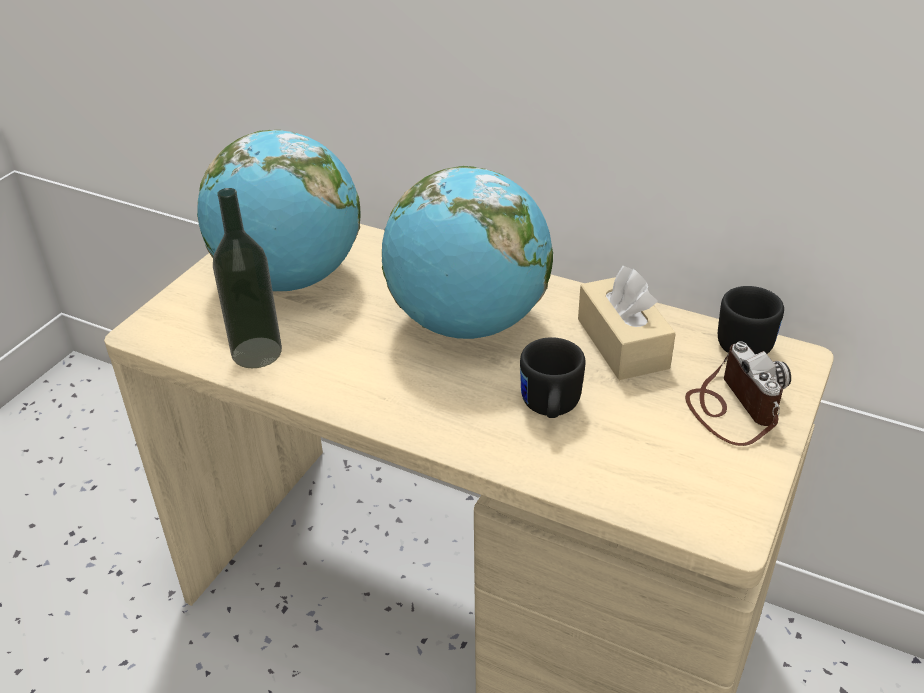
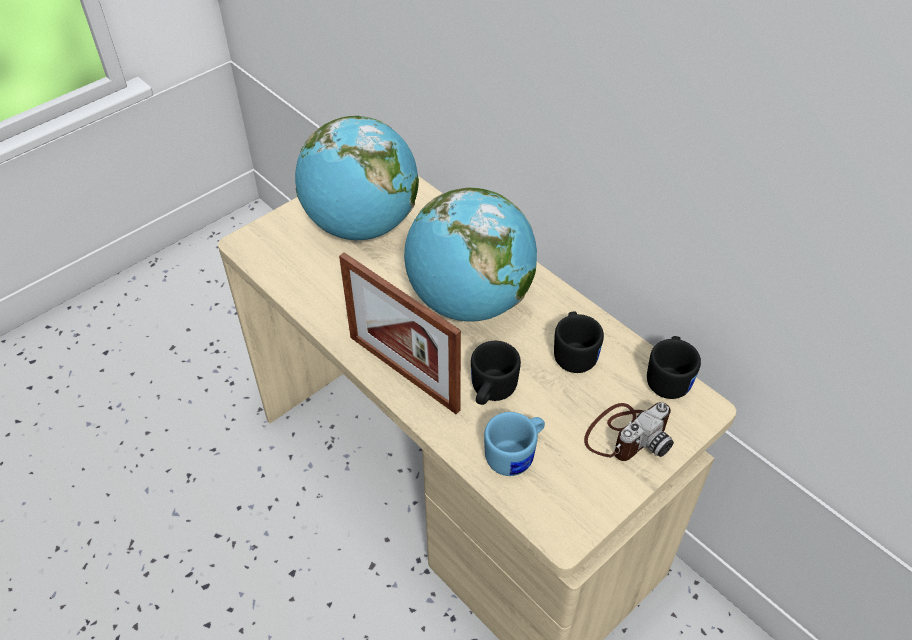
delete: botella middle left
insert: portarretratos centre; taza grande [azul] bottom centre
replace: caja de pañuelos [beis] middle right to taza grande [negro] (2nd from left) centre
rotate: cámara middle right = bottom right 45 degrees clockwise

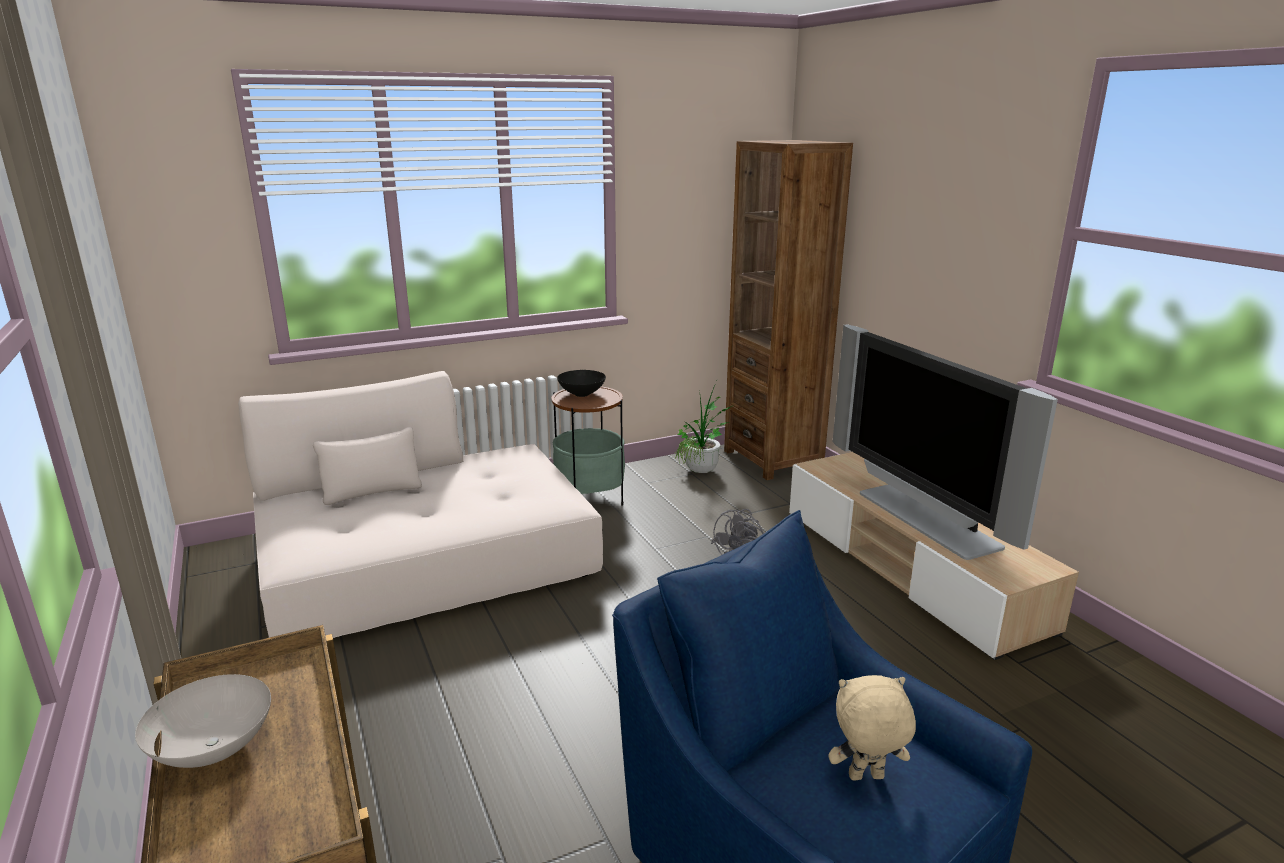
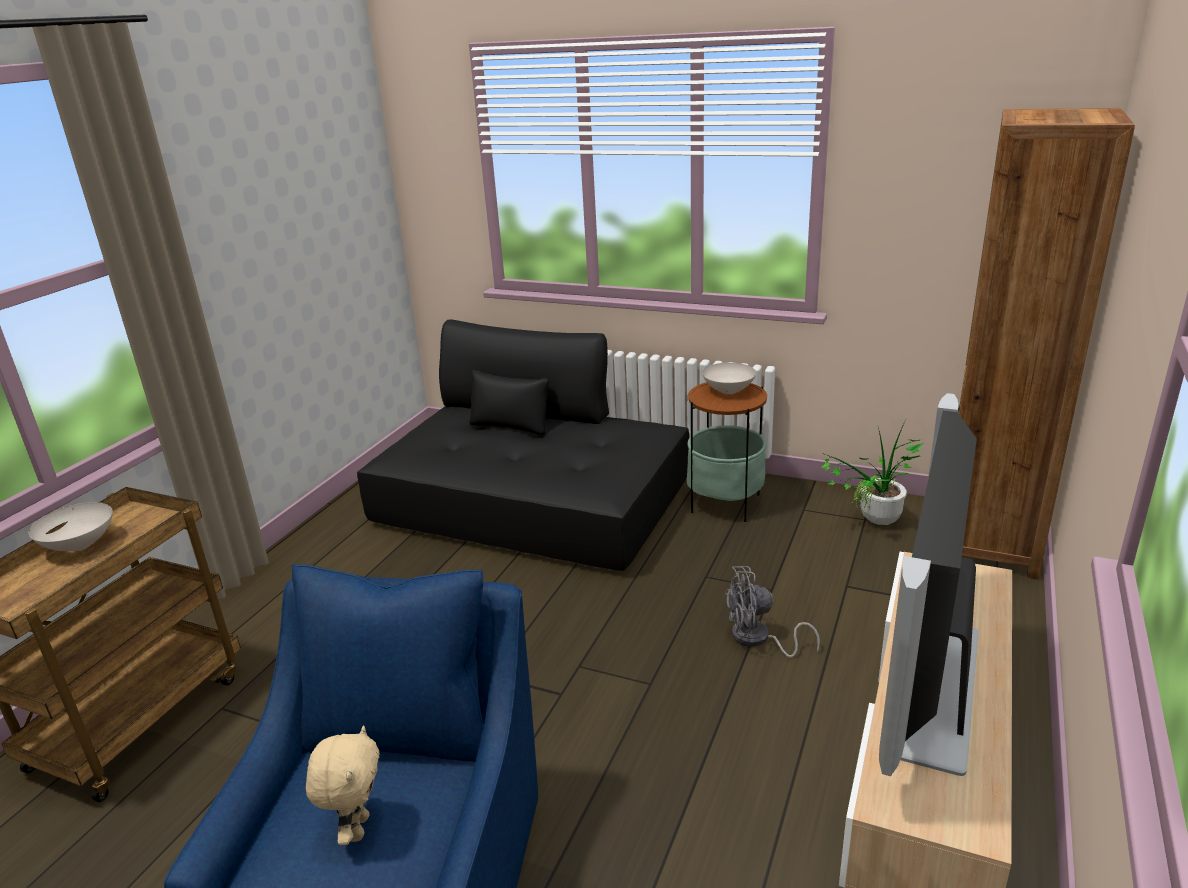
recolor: sofá [beis] middle left to sofá [negro] centre; cuenco [negro] centre to cuenco [blanco] (2nd from left) centre
rotate: peluche [beis] bottom right = bottom left 45 degrees clockwise

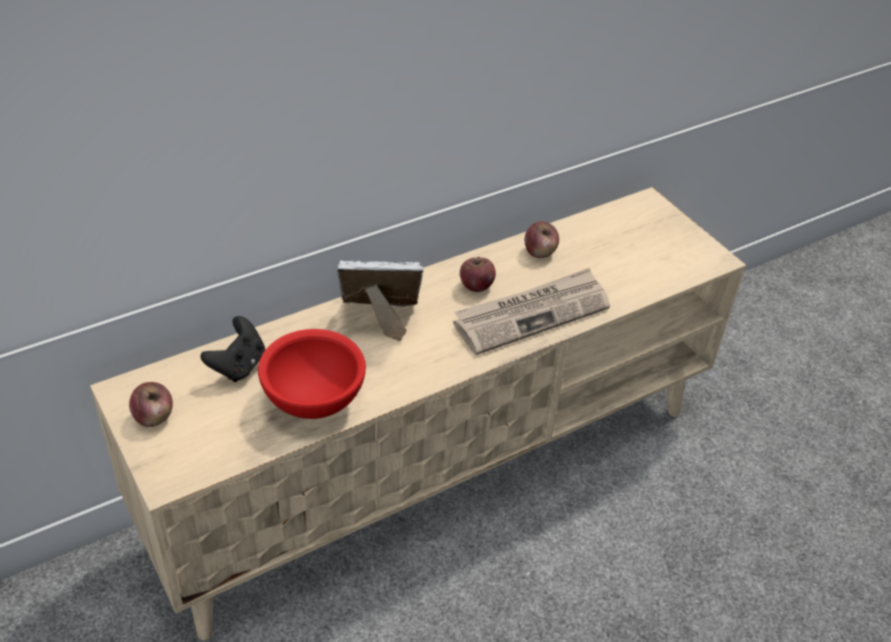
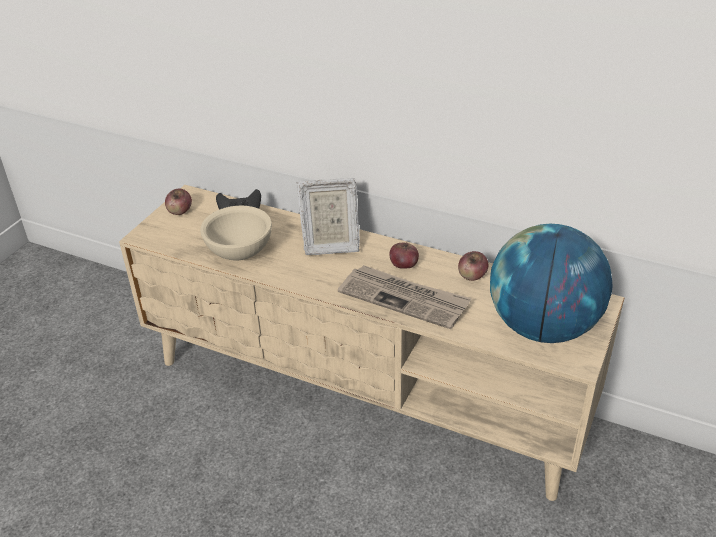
insert: globo terráqueo middle right
recolor: cuenco [rojo] centre to cuenco [beis] middle left
rotate: portarretratos centre = centre 120 degrees clockwise

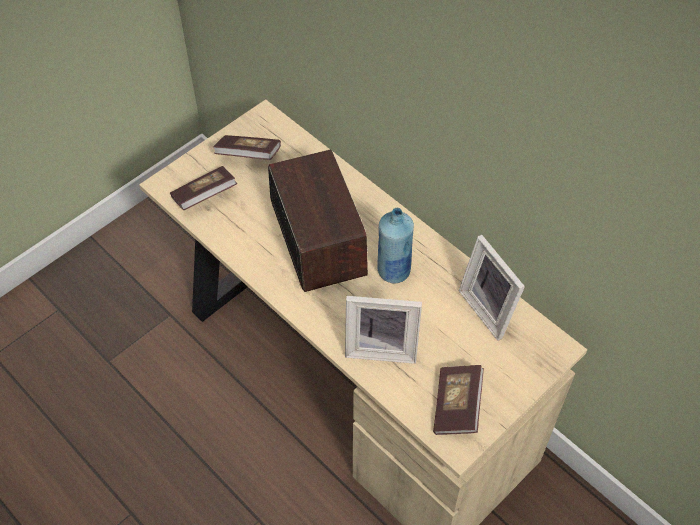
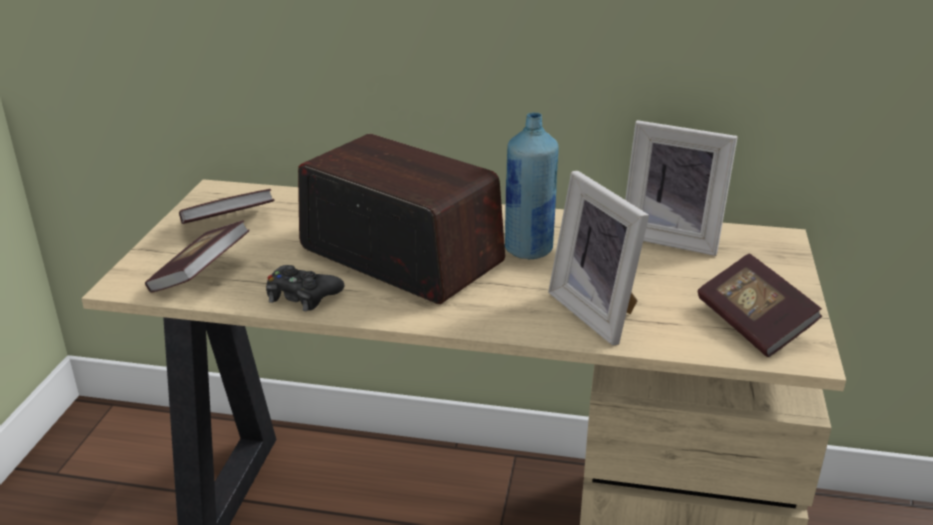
insert: mando de consola [negro] middle left
rotate: portarretratos (1st from left) centre = centre 90 degrees clockwise

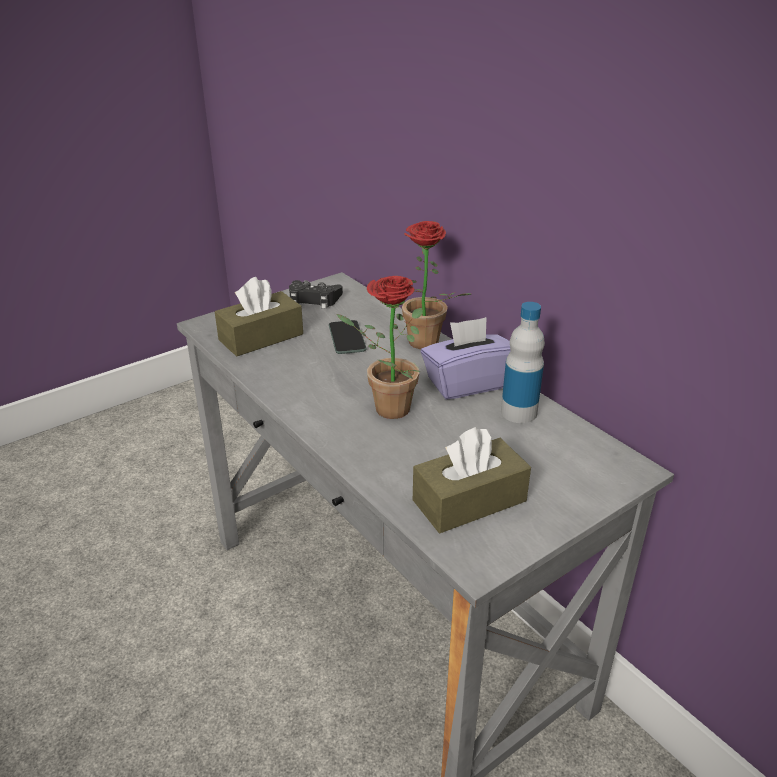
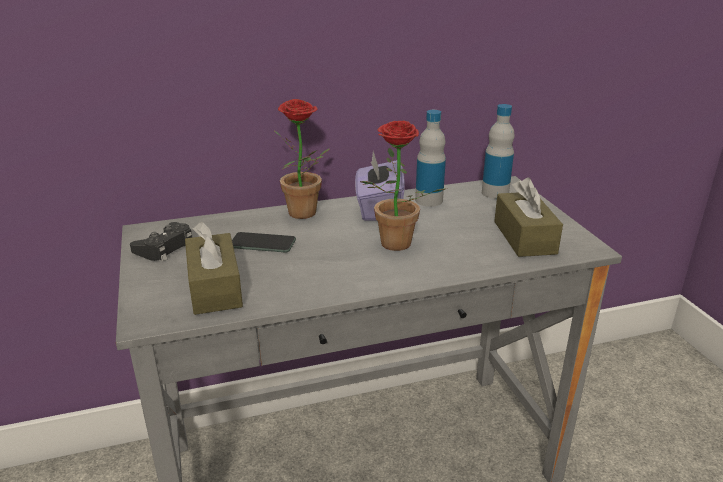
insert: botella (2nd from left) top right

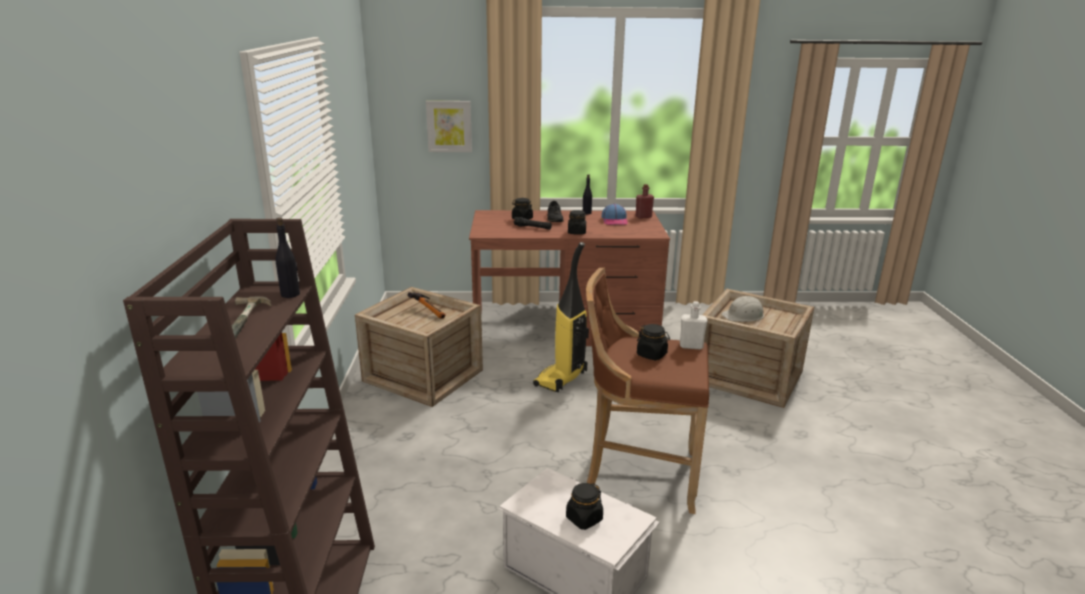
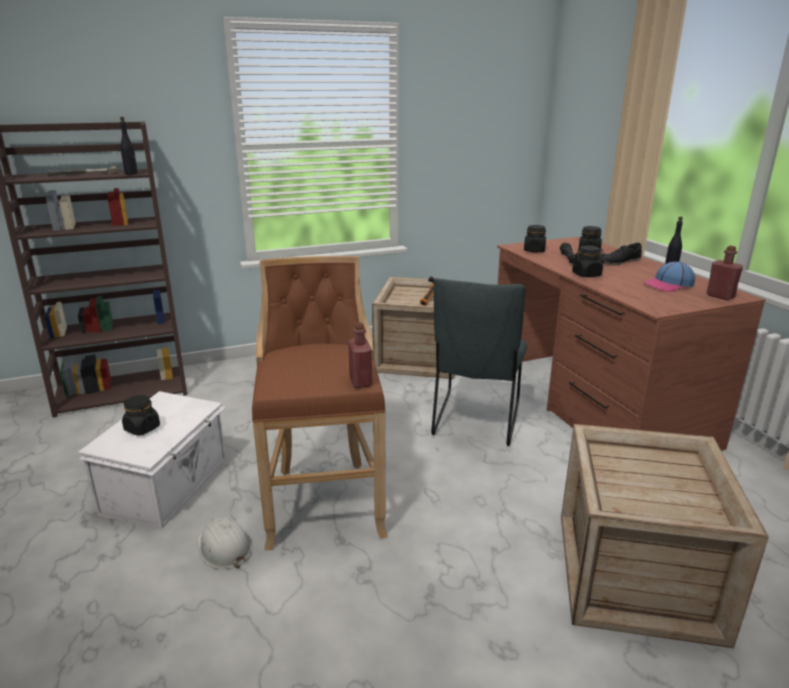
delete: cuadro top centre
move: casco [blanco] middle right to bottom left; tarro [negro] (4th from left in the first image) centre to tarro [negro] (2nd from left) middle right
replace: aspiradora centre to silla [gris] centre
recolor: botella [blanco] centre to botella [rojo] (1st from left) centre

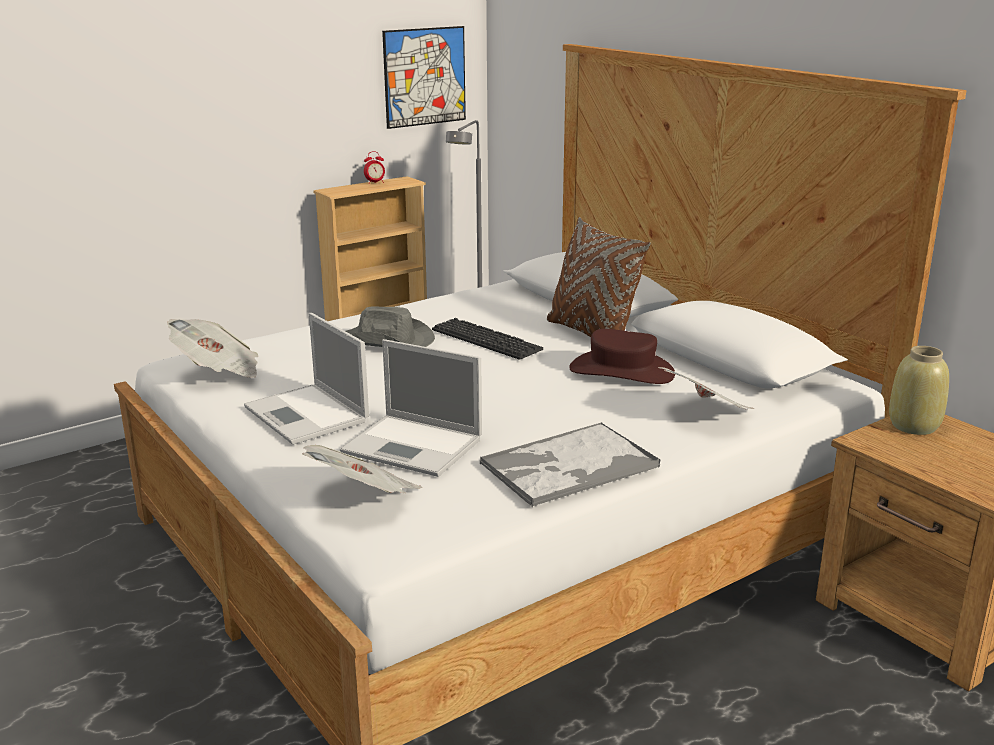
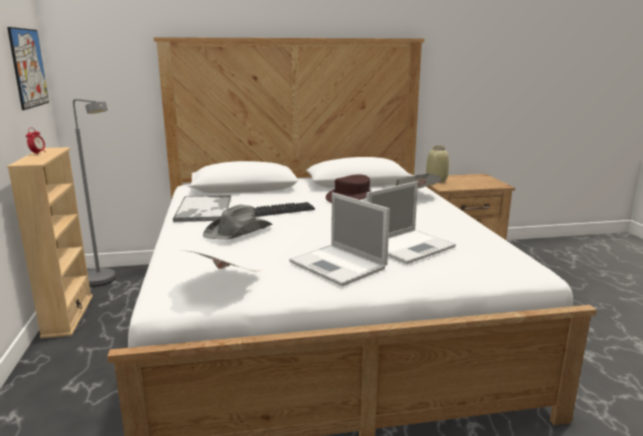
delete: periódico (2nd from left) centre; cojín [marrón] centre
move: bandeja centre to middle left
rotate: portátil (1st from left) middle left = centre 60 degrees clockwise

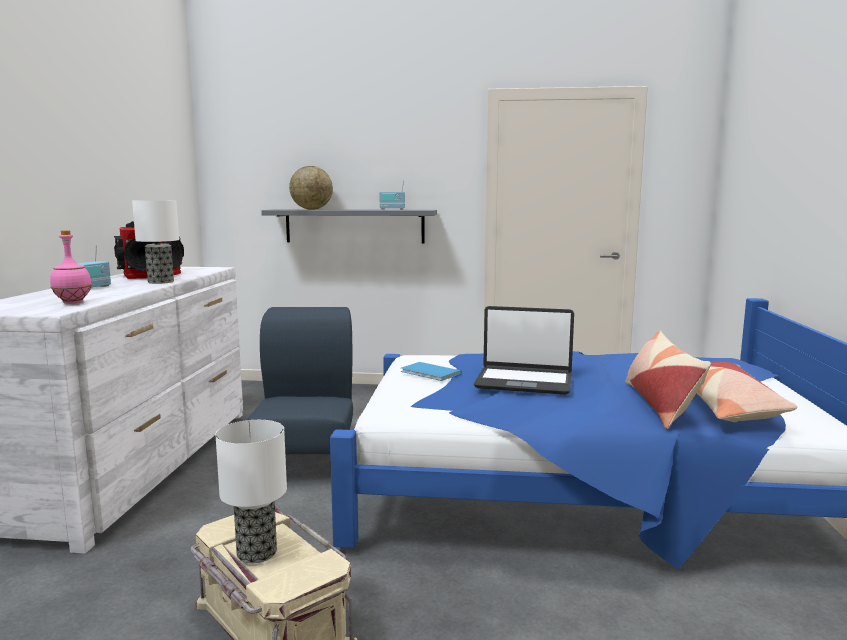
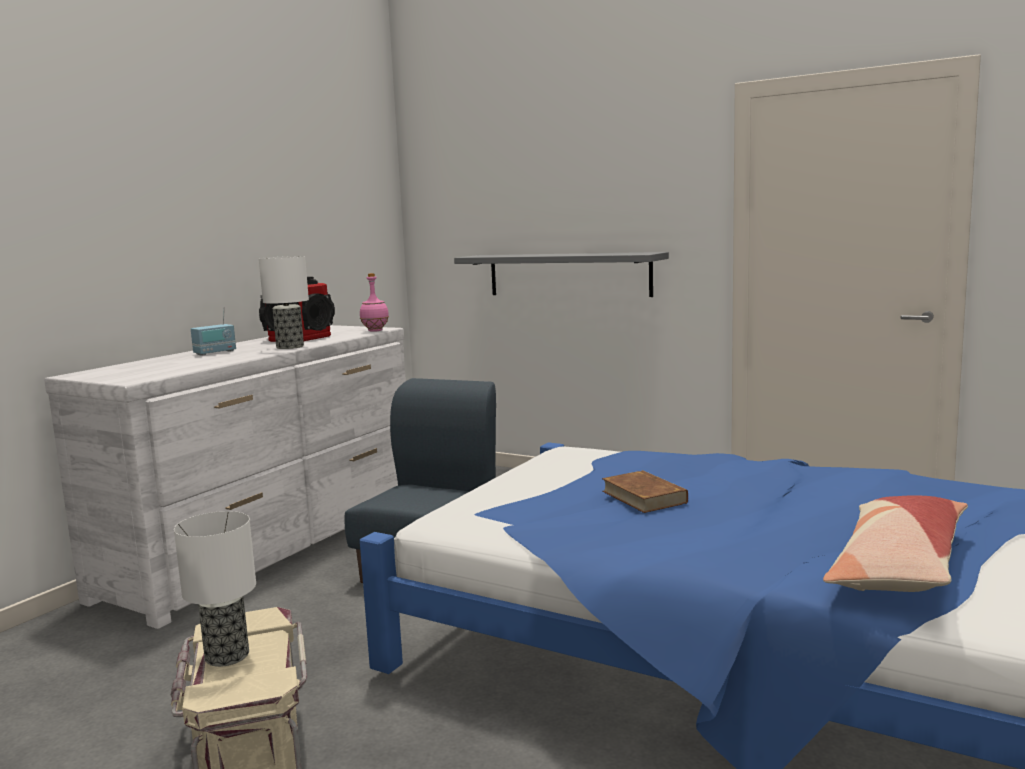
delete: globo terráqueo top centre; radio (2nd from left) top centre; libro [azul] centre; cojín (1st from left) middle right
move: botella [rosa] middle left to centre
replace: portátil centre to libro [marrón] centre

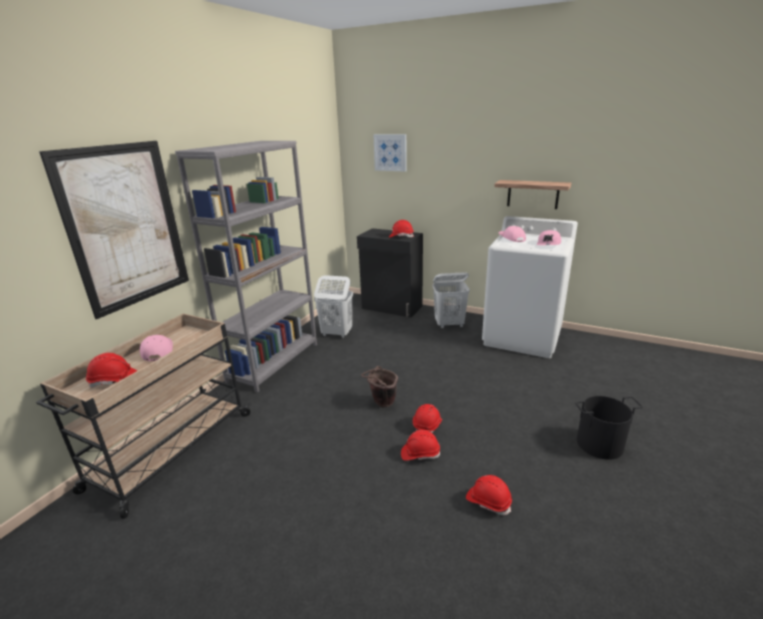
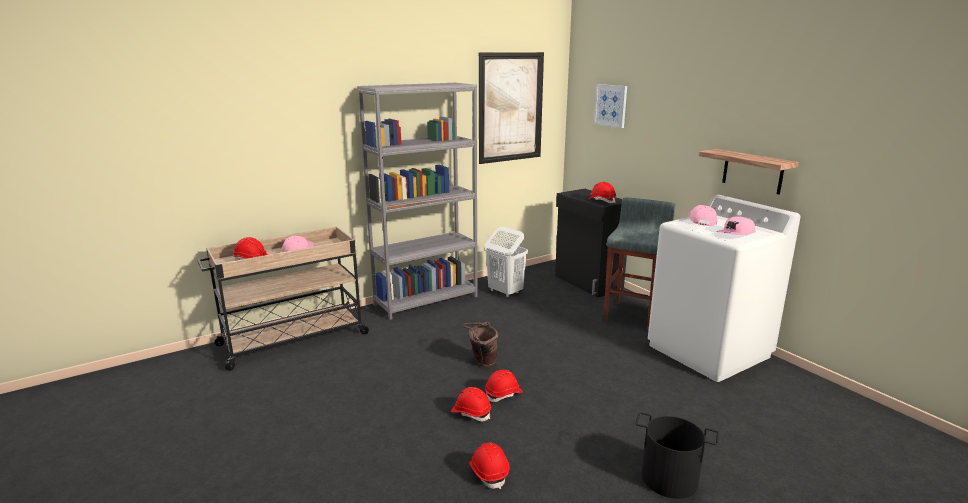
move: cuadro (1st from left) middle left to top centre
replace: cesto de la ropa [blanco] (2nd from left) centre to taburete [gris] centre

